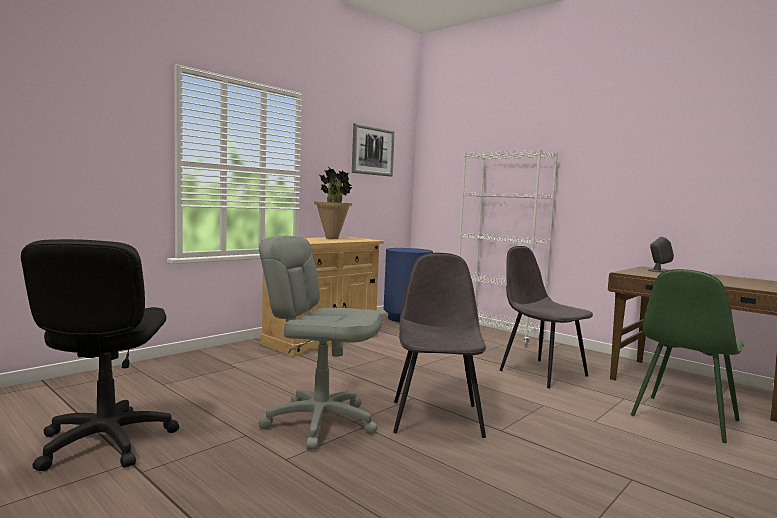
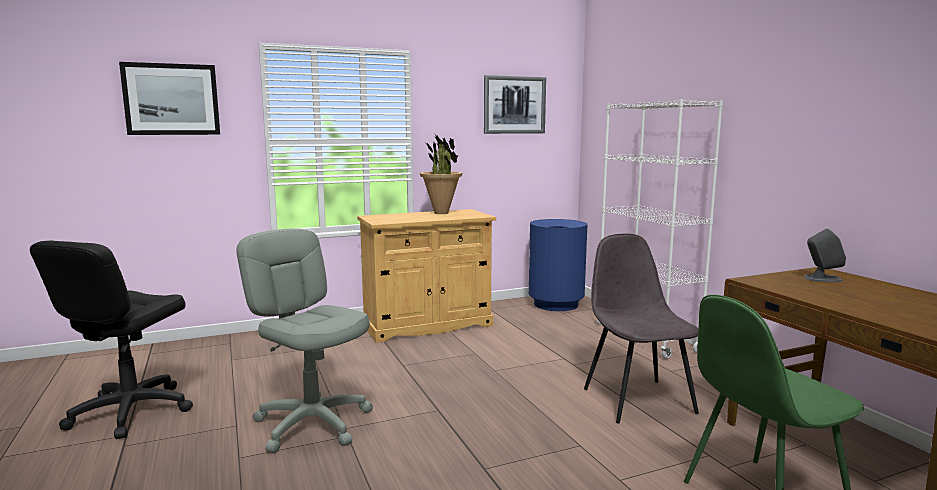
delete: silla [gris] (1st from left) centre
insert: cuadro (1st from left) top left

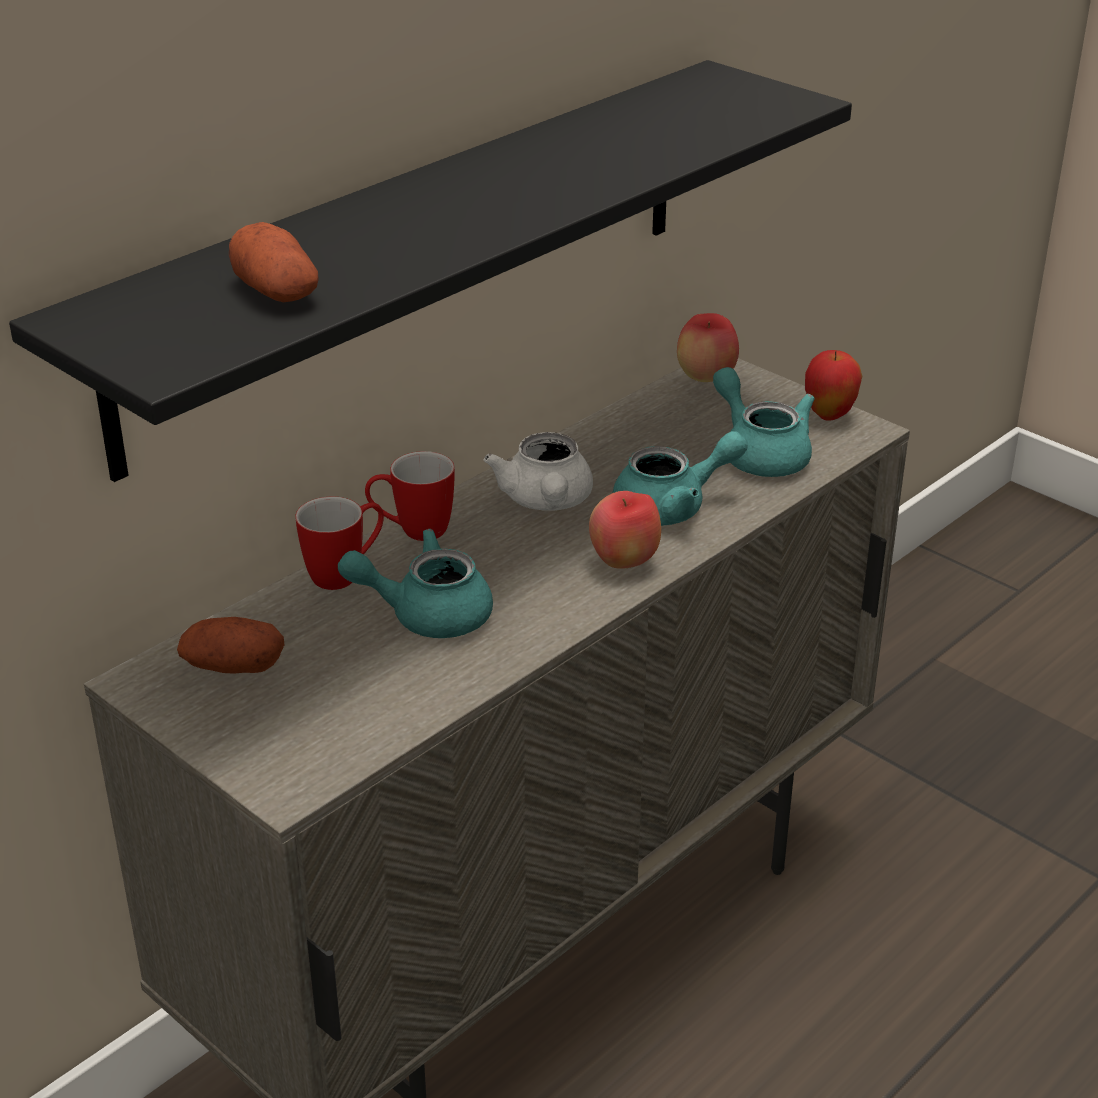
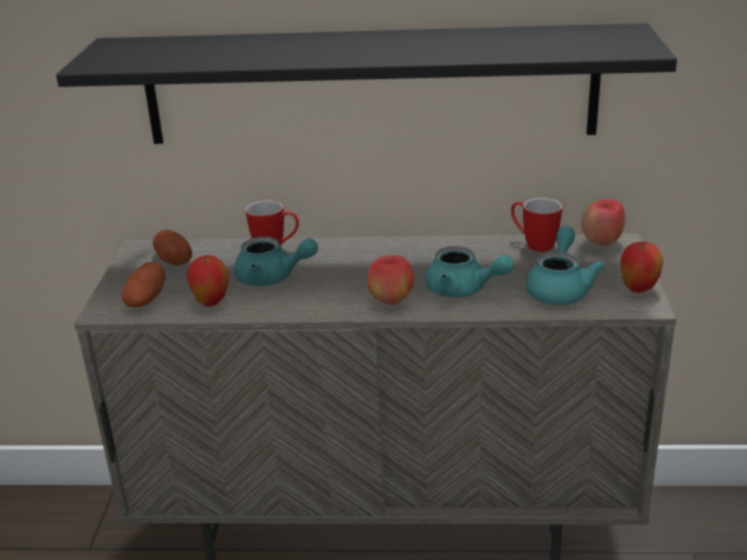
delete: tetera [blanco] centre
insert: manzana (1st from left) middle left
move: patata (2nd from left in the first image) top left to patata (1st from left) middle left; taza grande (2nd from left) centre to middle right
rotate: tetera [turquesa] (1st from left) centre = centre 150 degrees clockwise

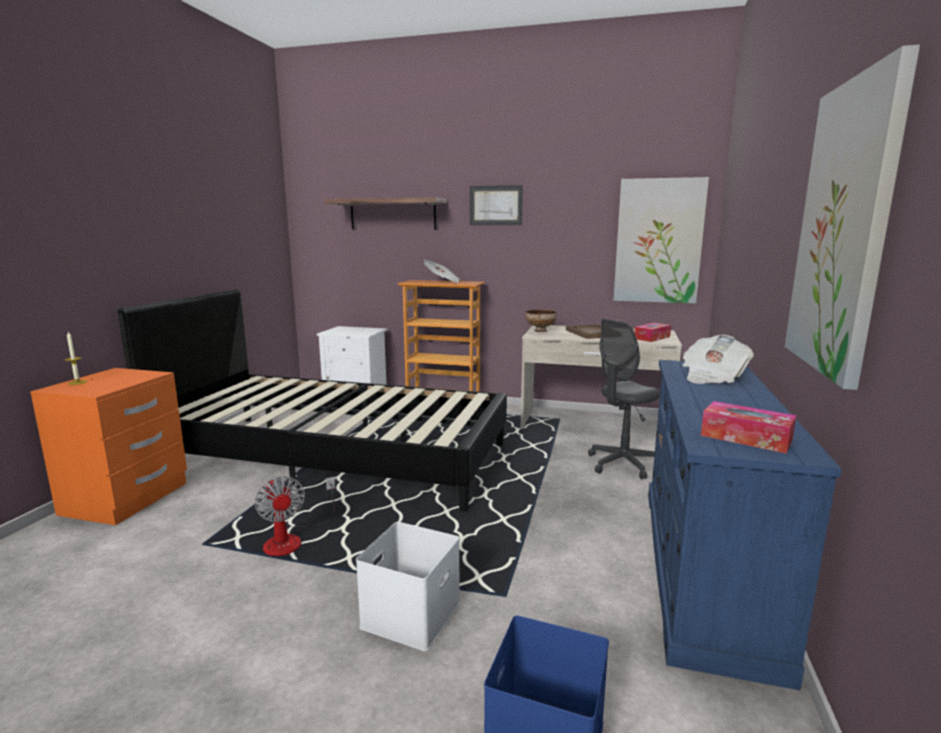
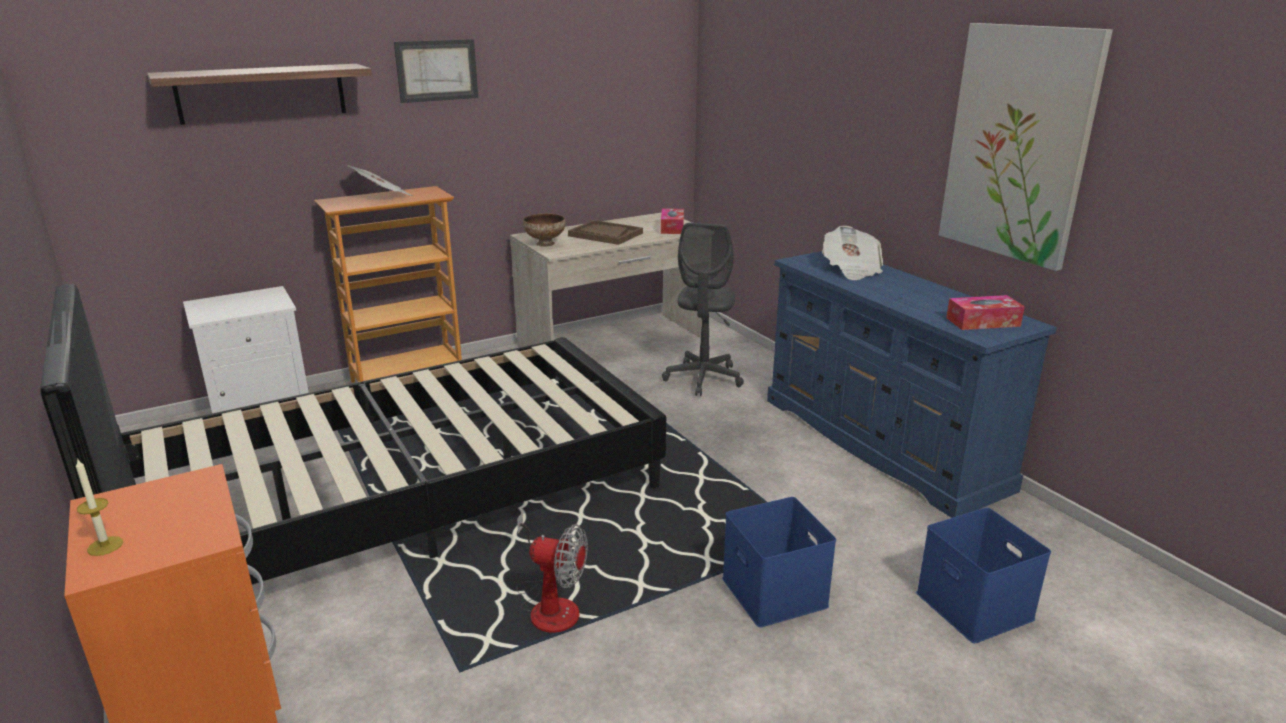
delete: cuadro (2nd from left) top right
recolor: caja de almacenaje [blanco] bottom centre to caja de almacenaje [azul] (1st from left) bottom centre

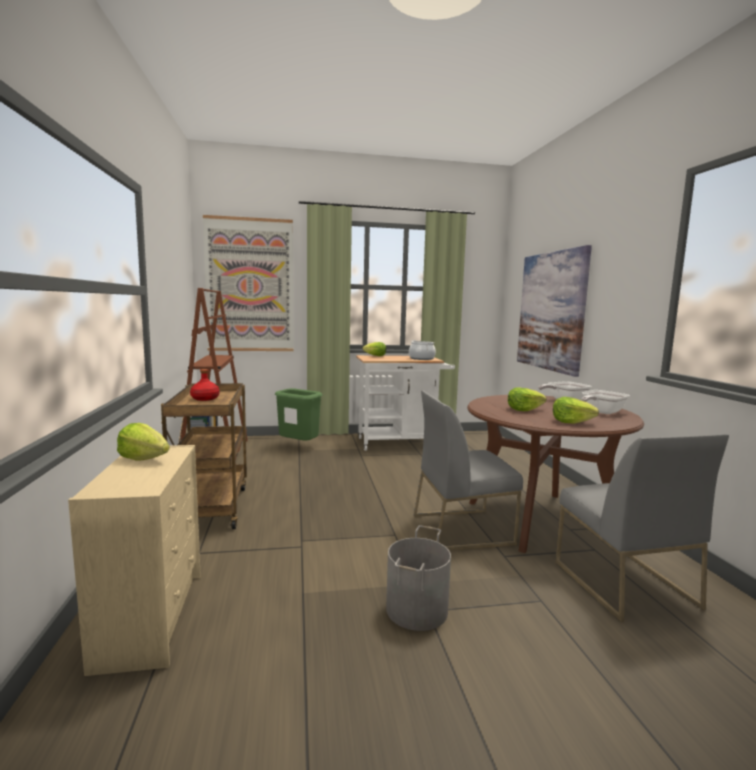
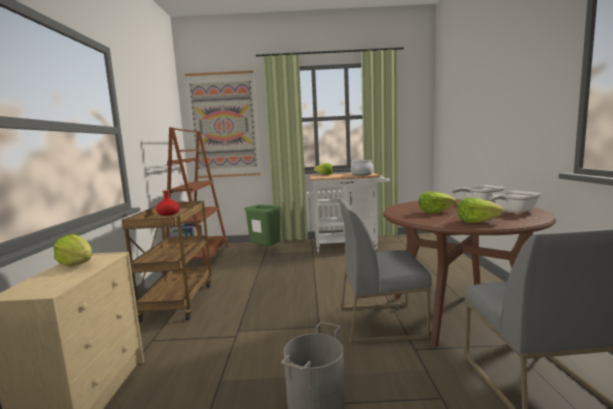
delete: cuadro (2nd from left) middle right

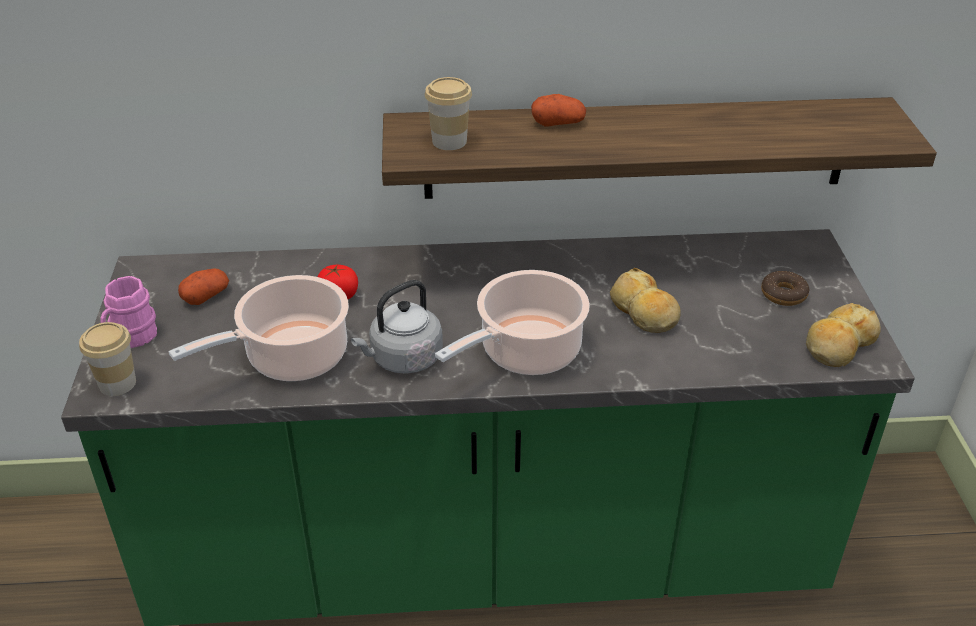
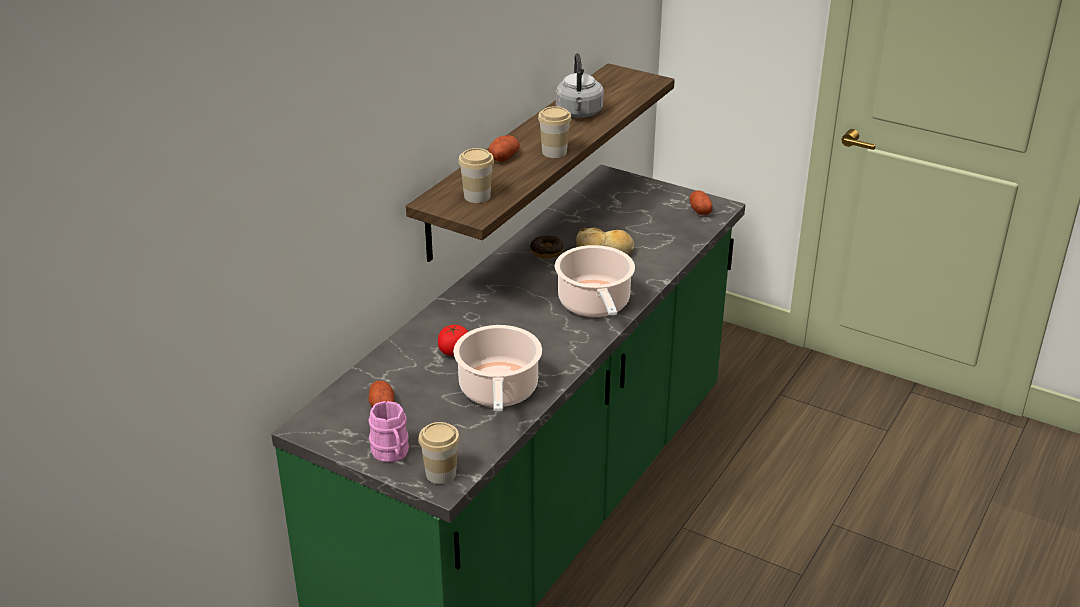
insert: taza (3rd from left) top centre
move: rosquilla middle right to centre; hervidor [gris] centre to top centre
replace: pan (2nd from left) middle right to patata (3rd from left) top centre

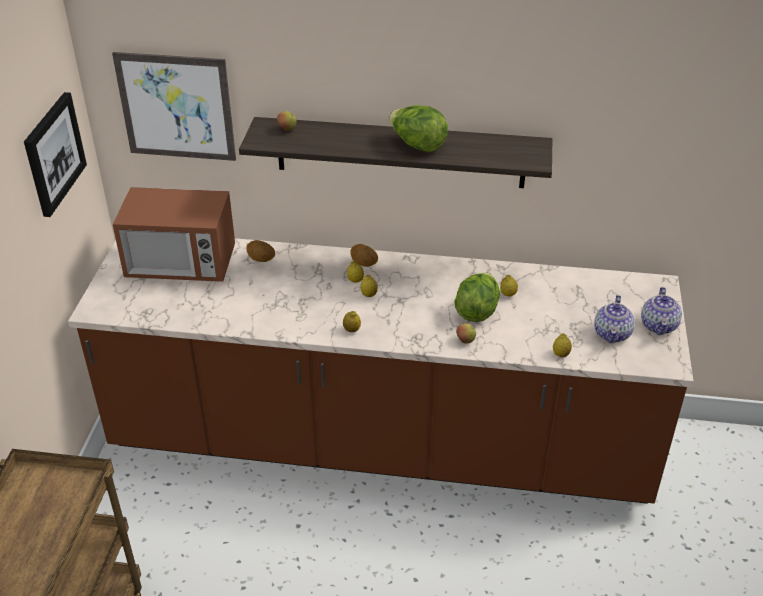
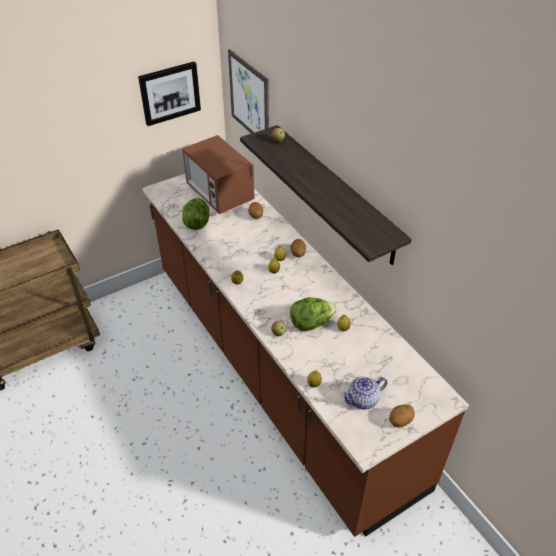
move: lechuga (1st from left) top centre to centre
replace: tetera (2nd from left) middle right to patata (3rd from left) bottom right

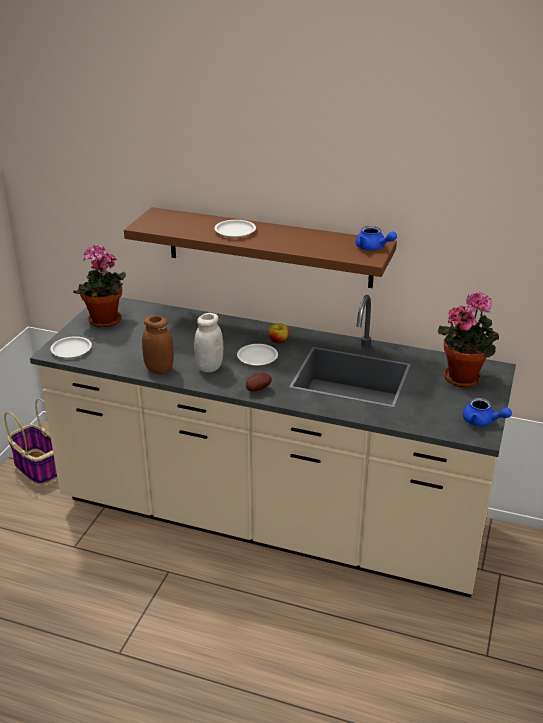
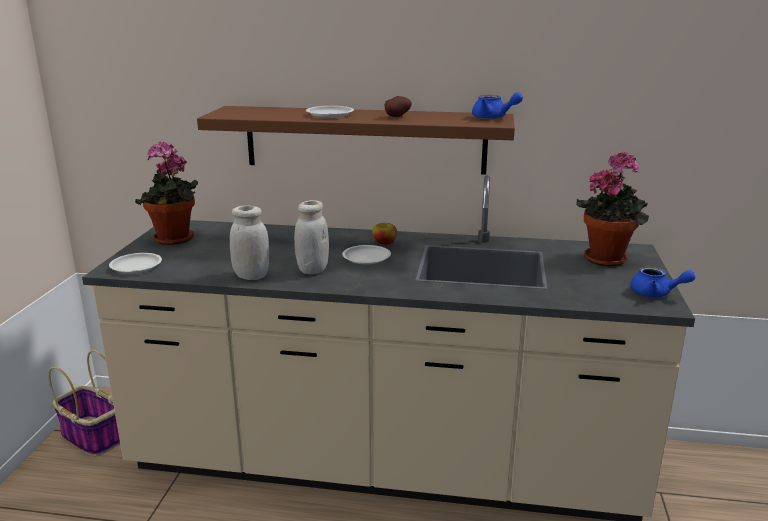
move: patata centre to top centre
recolor: tarro [marrón] middle left to tarro [blanco] (1st from left) middle left

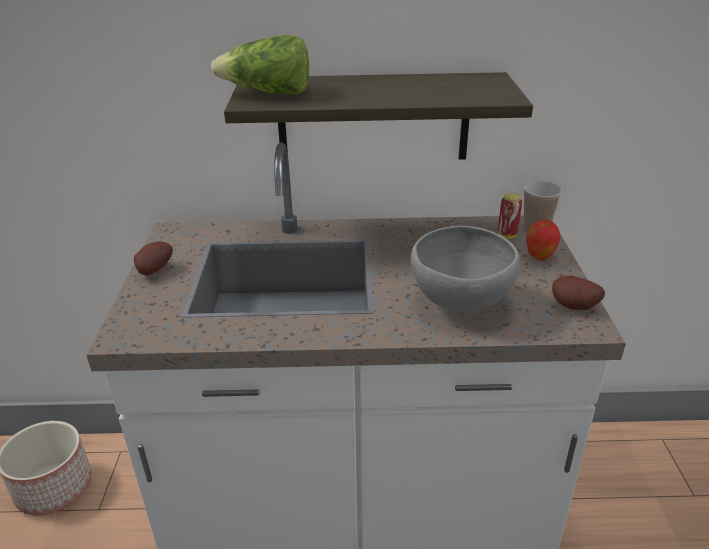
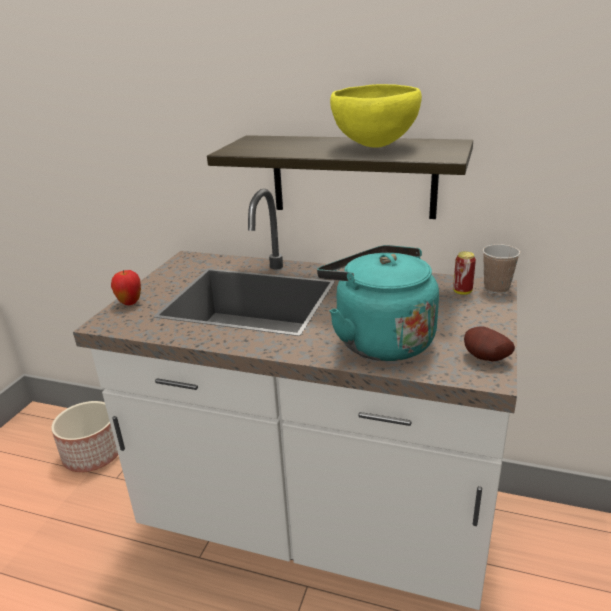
delete: patata (1st from left) middle left; lechuga top centre
insert: cuenco [amarillo] top centre
move: manzana middle right to middle left
replace: cuenco [gris] centre to hervidor [turquesa] centre

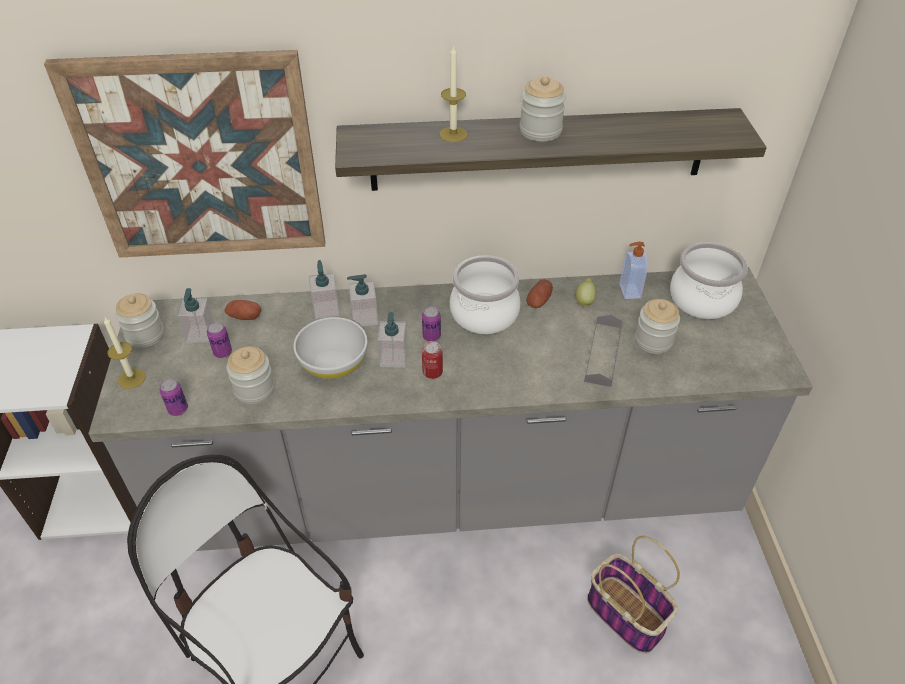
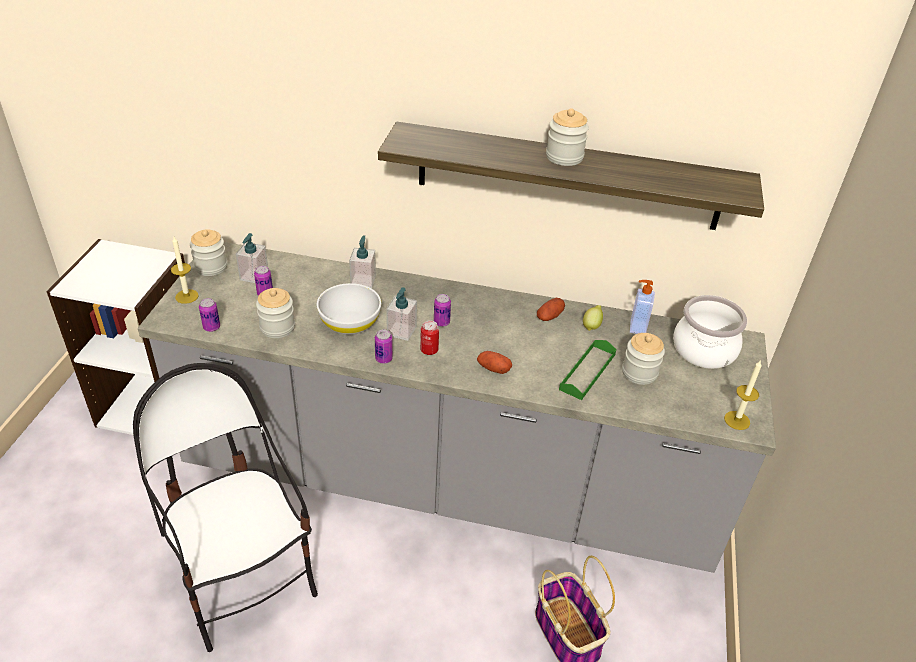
delete: cuadro top left; dispensador de jabón (3rd from left) centre; olla (1st from left) centre
insert: lata (3rd from left) centre
move: patata (1st from left) middle left to centre; vela (2nd from left) top centre to middle right
recolor: bandeja [gris] centre to bandeja [verde] centre

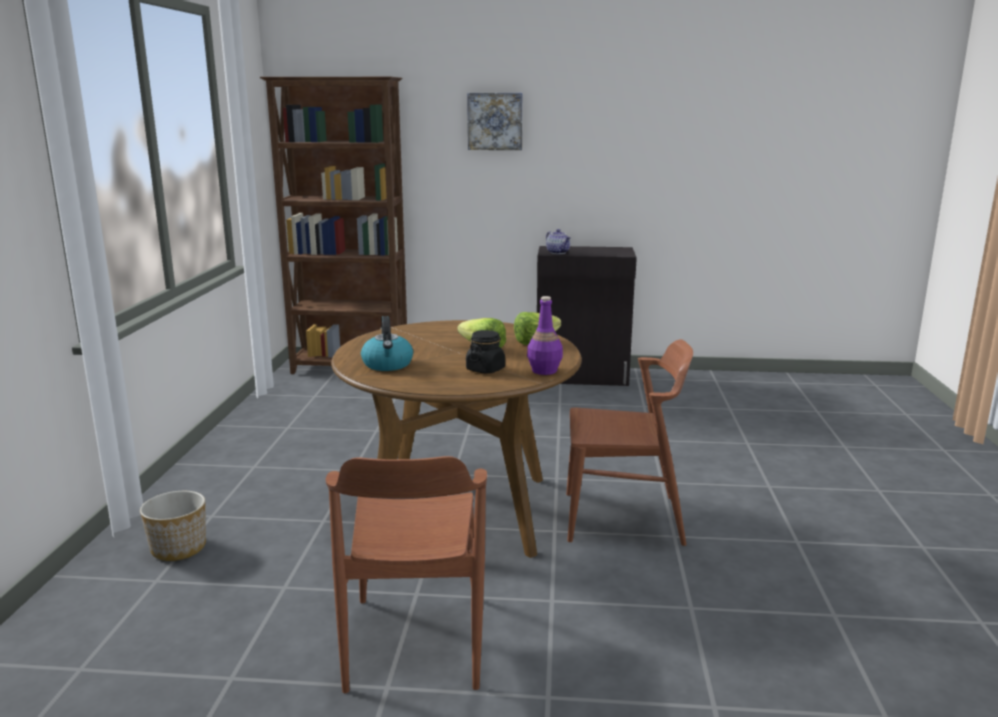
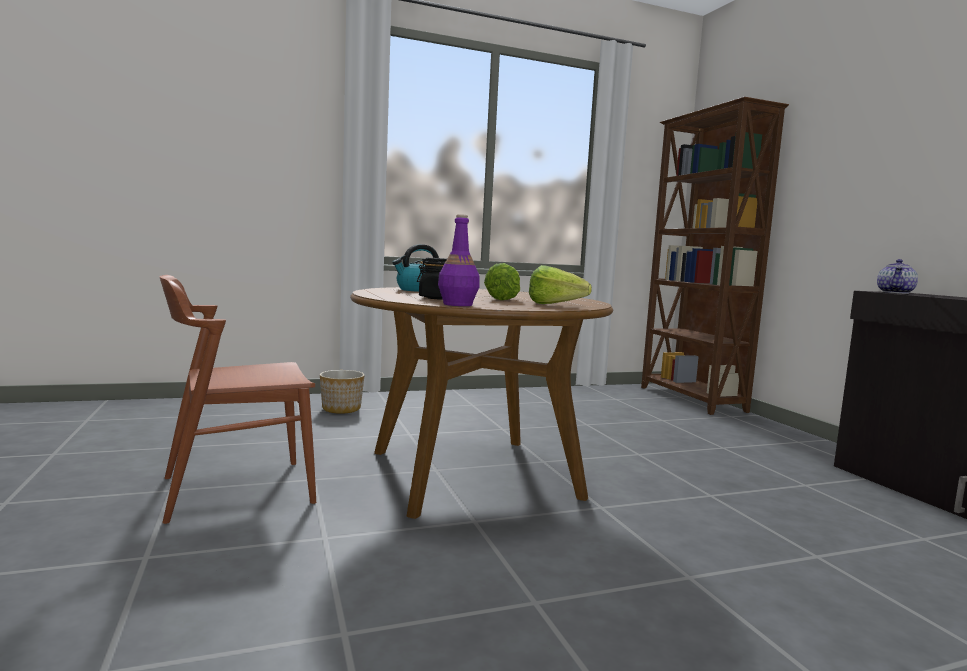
delete: cuadro top centre; silla [marrón] (2nd from left) centre

